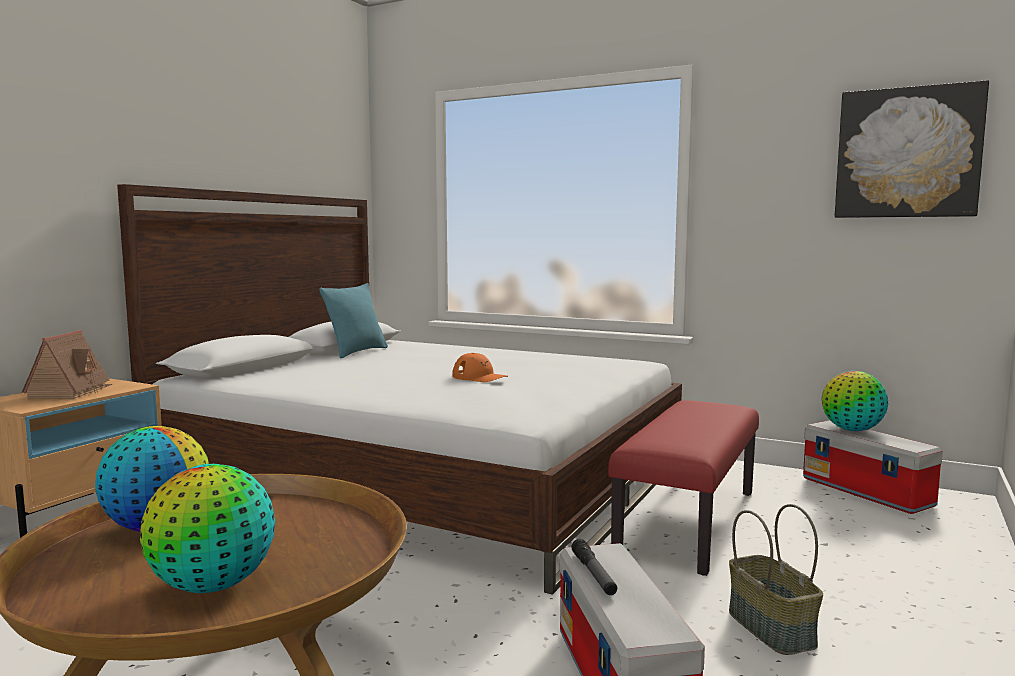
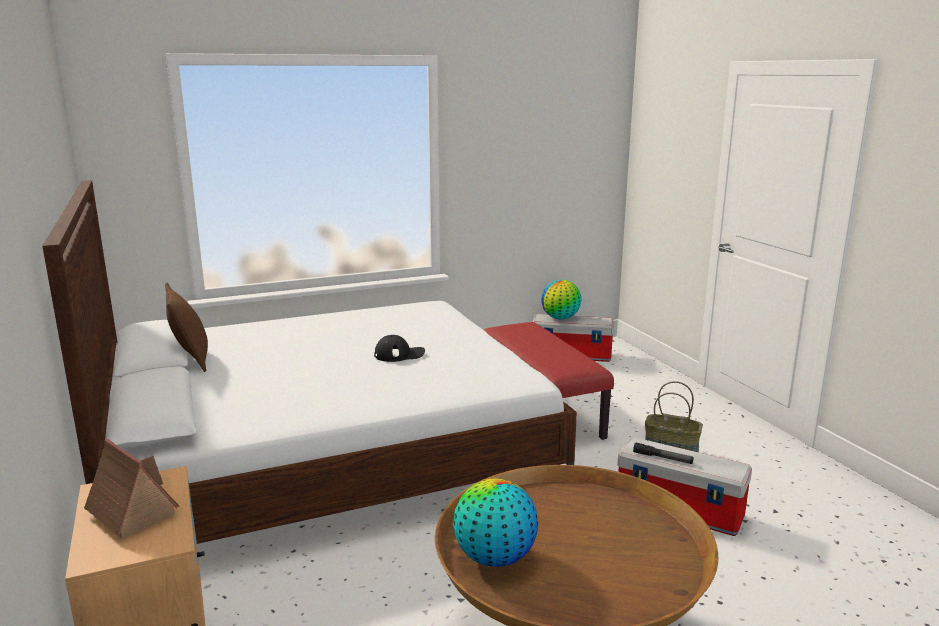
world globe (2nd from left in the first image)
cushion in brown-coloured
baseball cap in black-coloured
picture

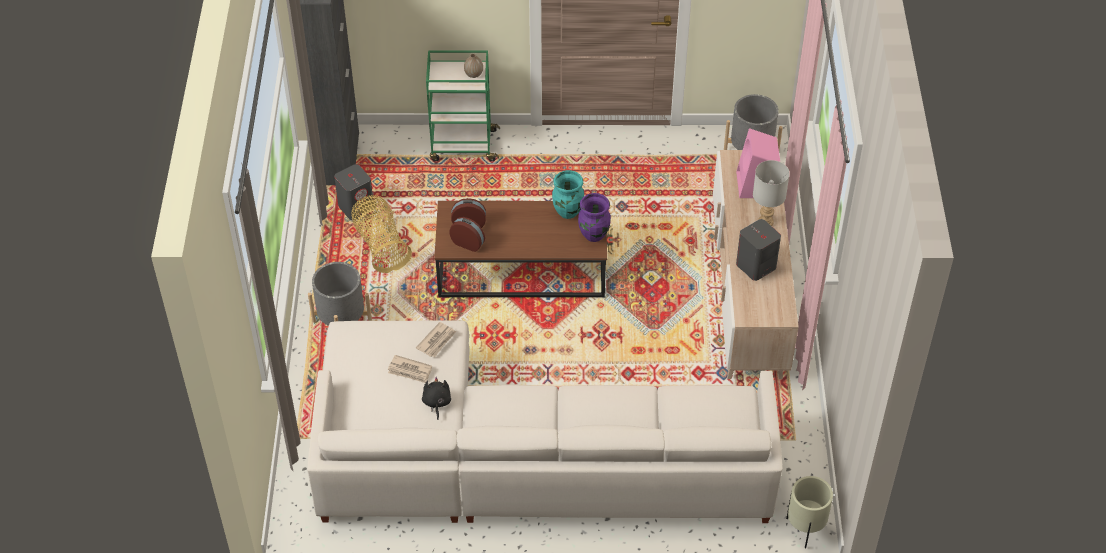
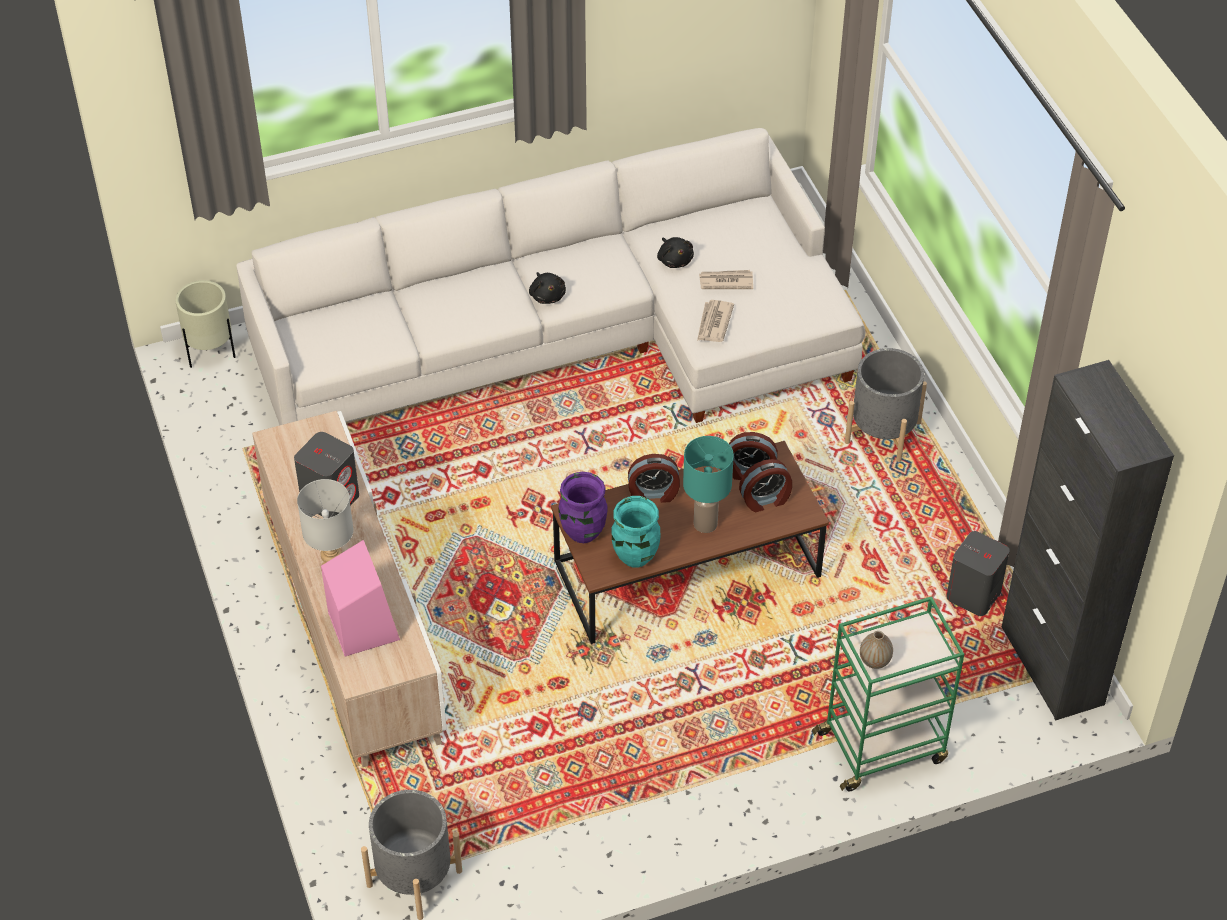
basket
plush toy in black-coloured (1st from left)
bedside clock (1st from left)
lamp for a table in turquoise

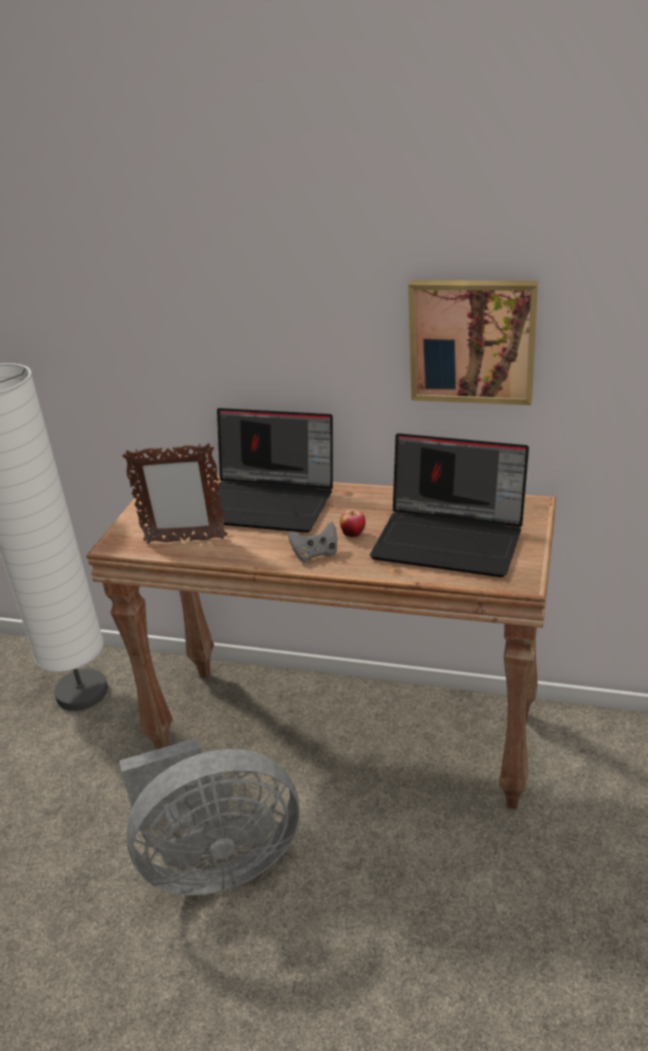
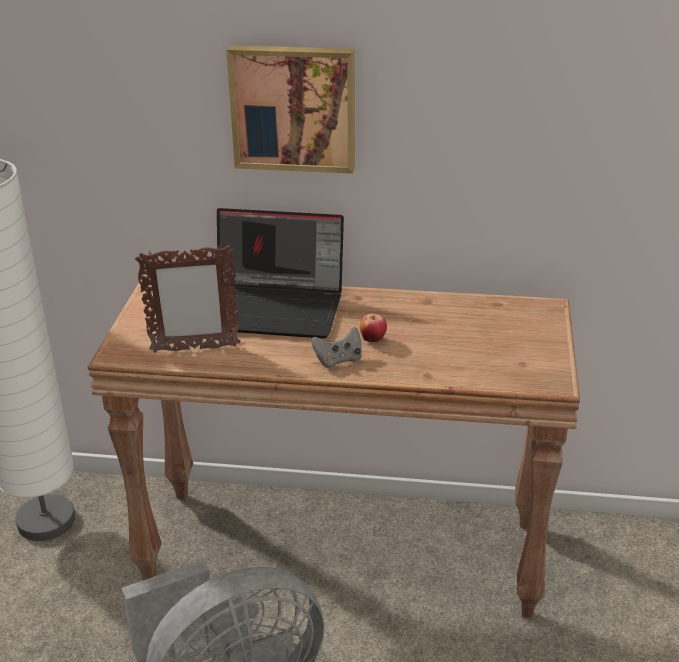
notebook computer (2nd from left in the first image)
picture

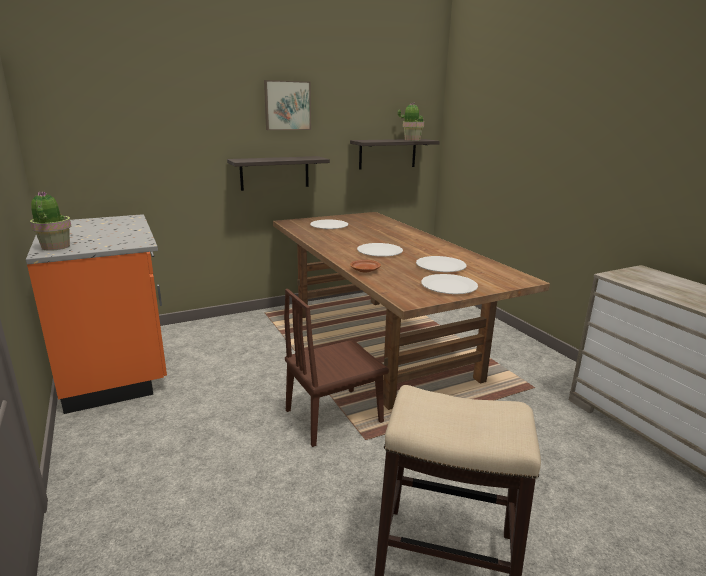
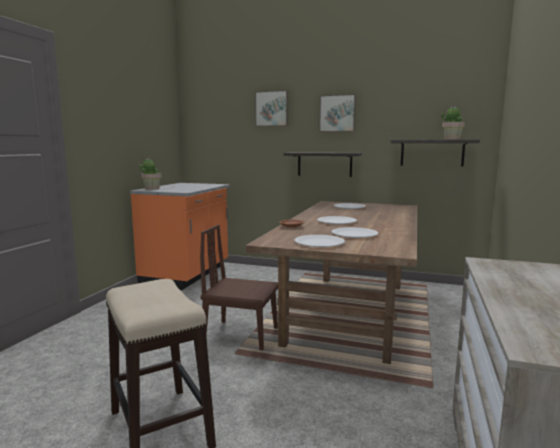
picture (1st from left)

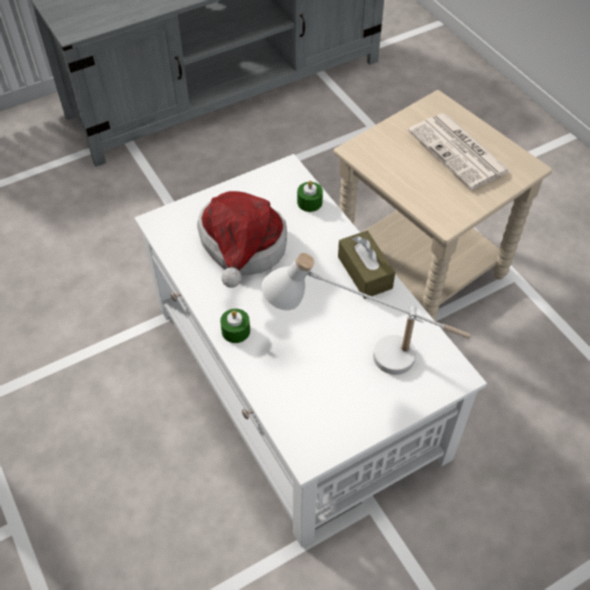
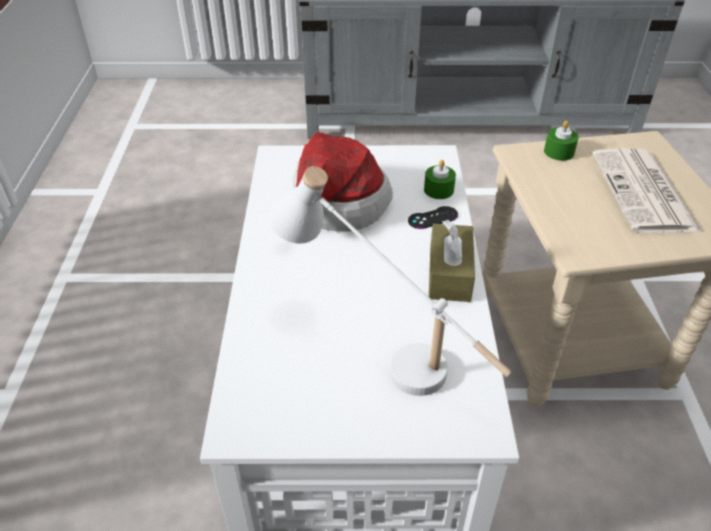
wax light in green-coloured (2nd from left)
game controller in black-coloured

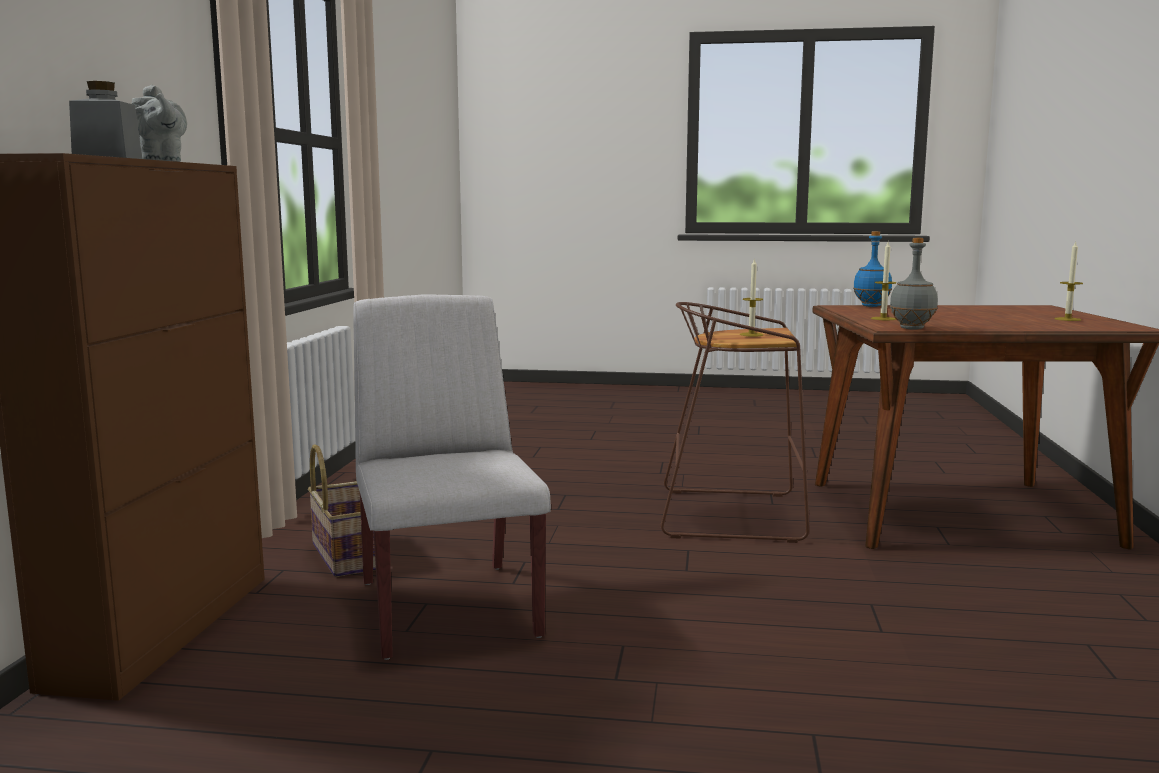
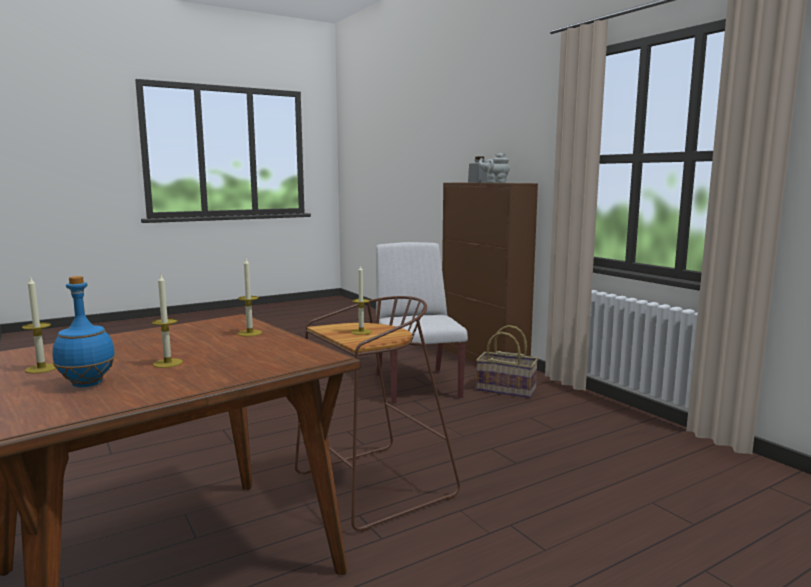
chair in white
bottle in blue-coloured
bottle in grey
wax light (2nd from left)

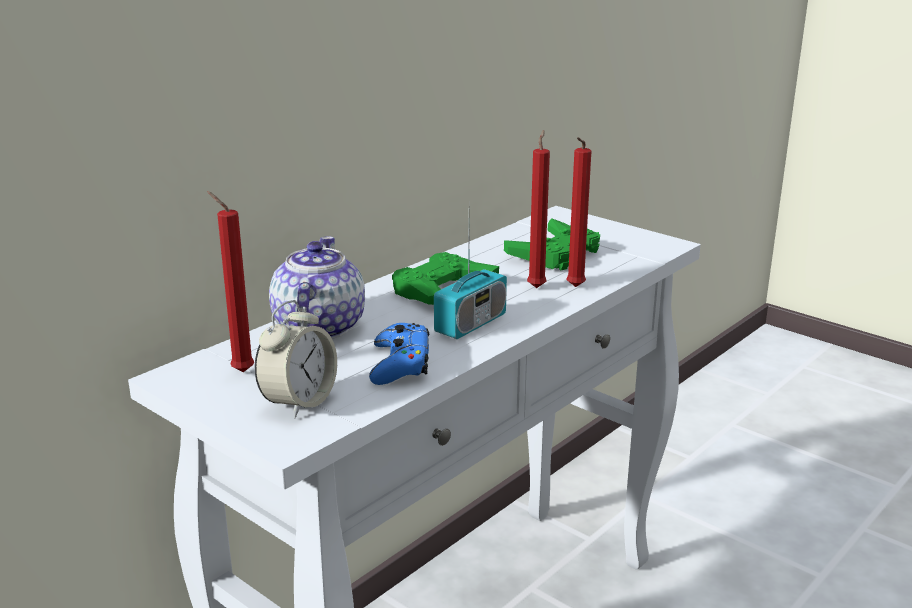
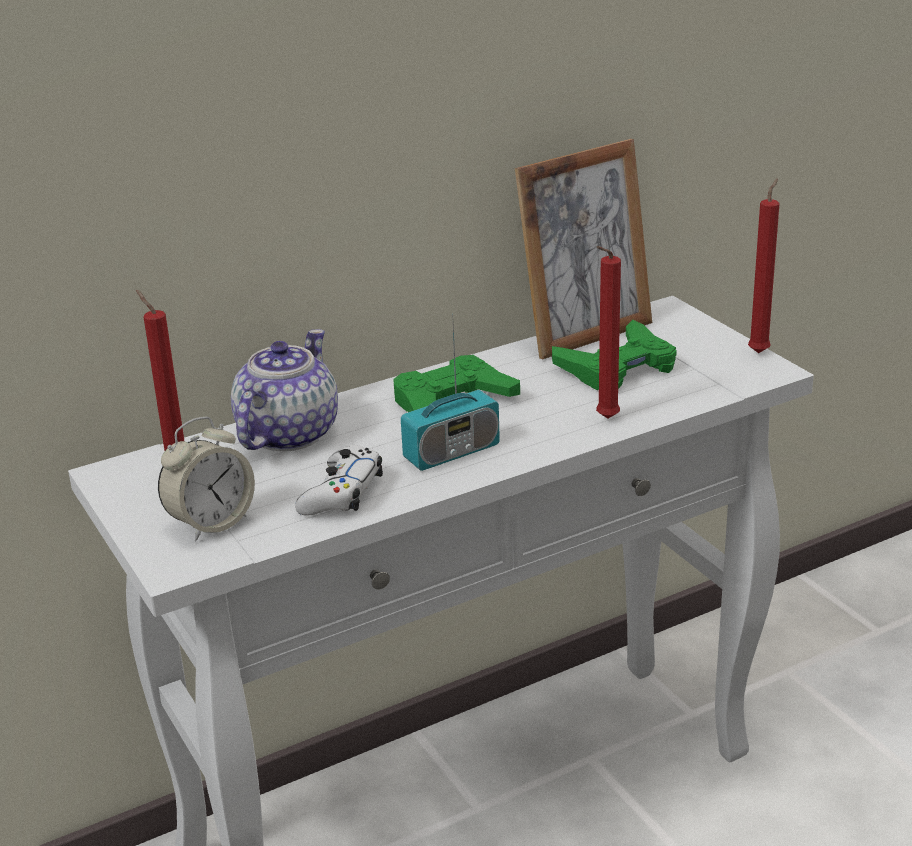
game controller in white
wax light in red (3rd from left)
standing frame

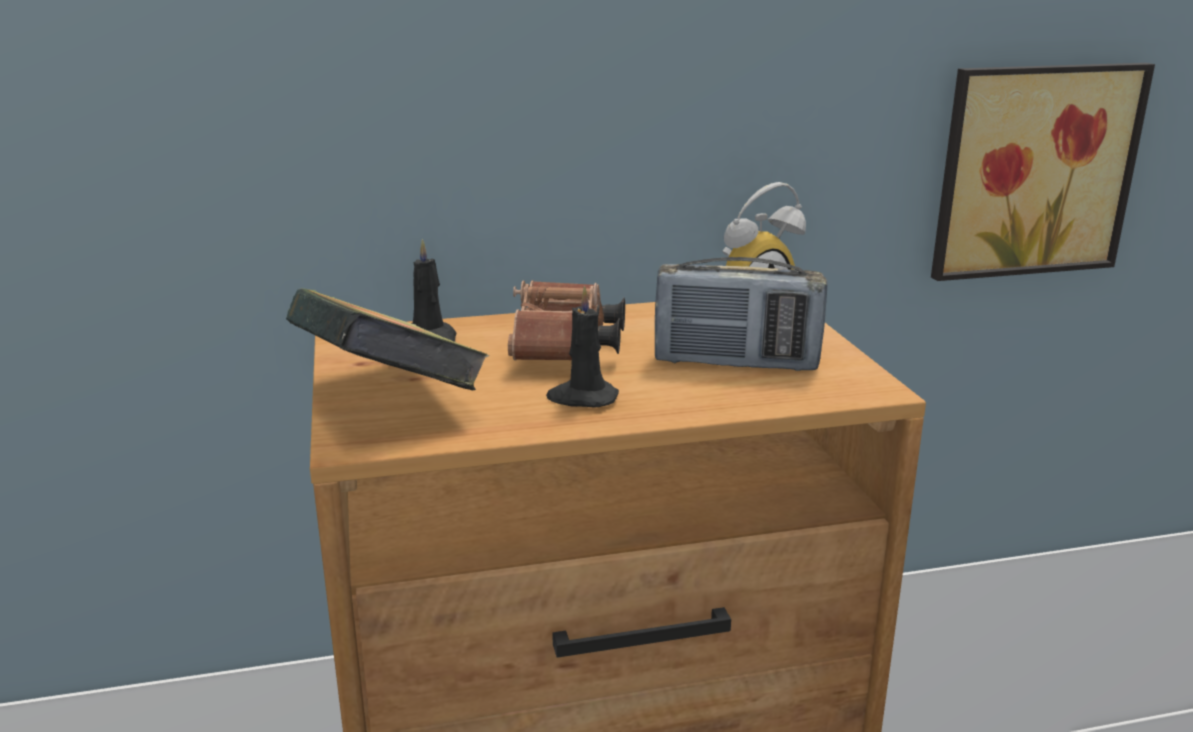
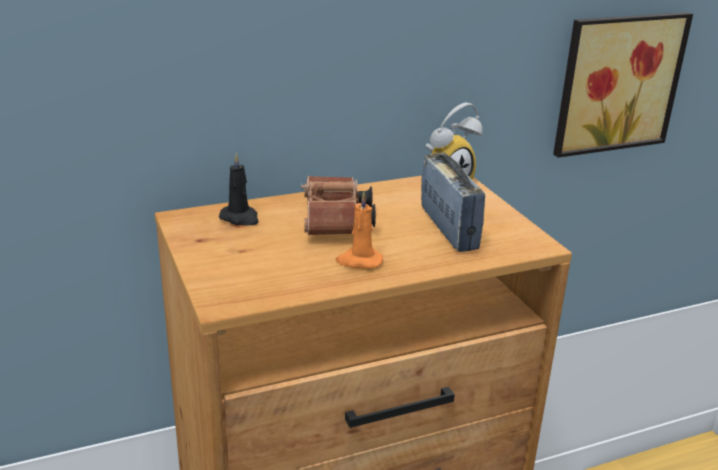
bound book
wax light in orange
radio set

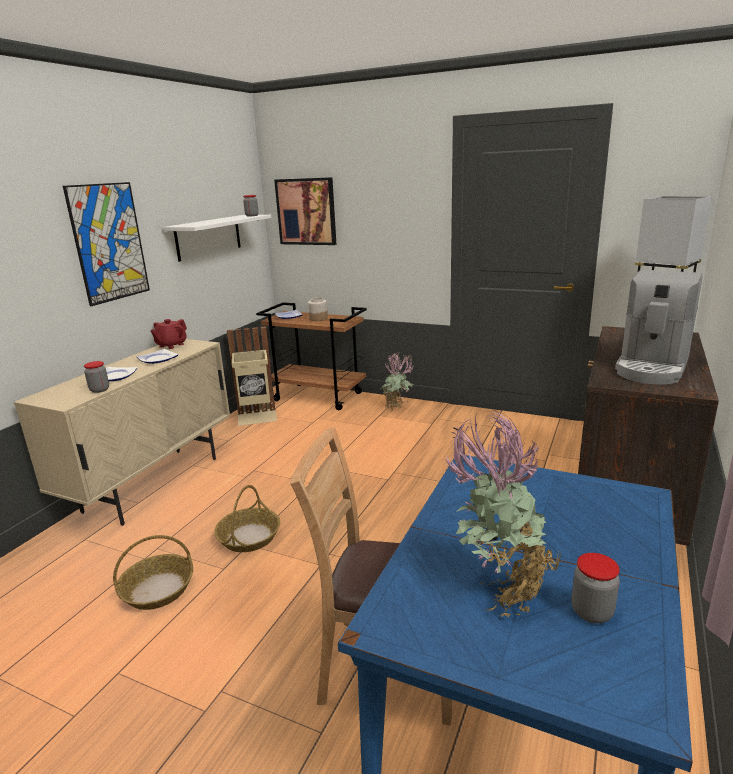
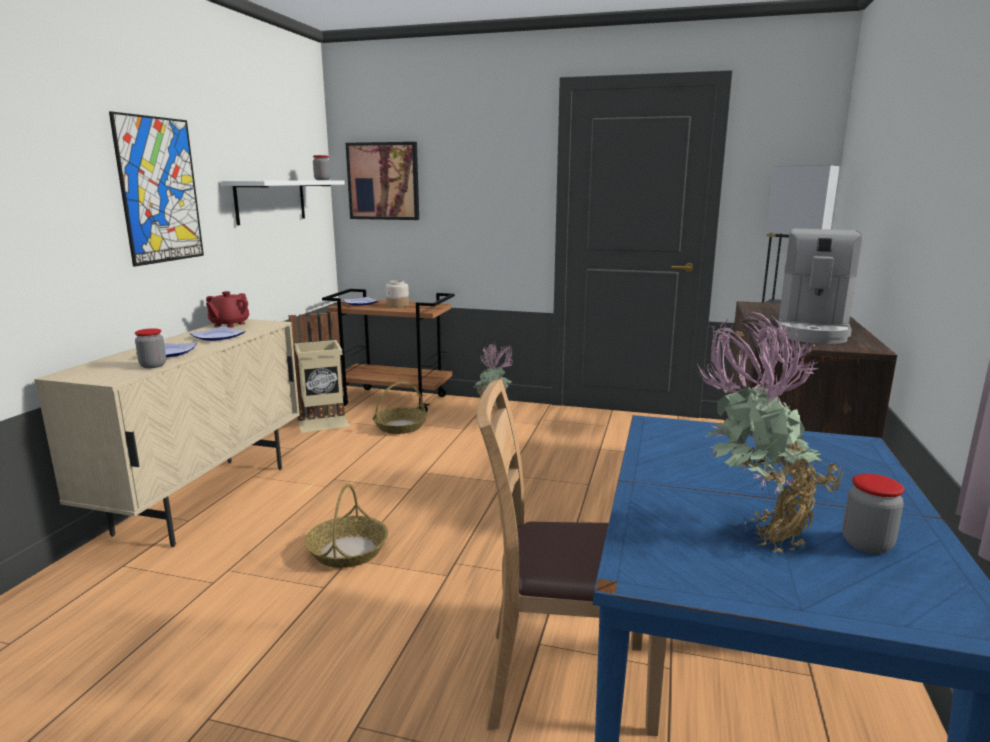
basket (2nd from left)

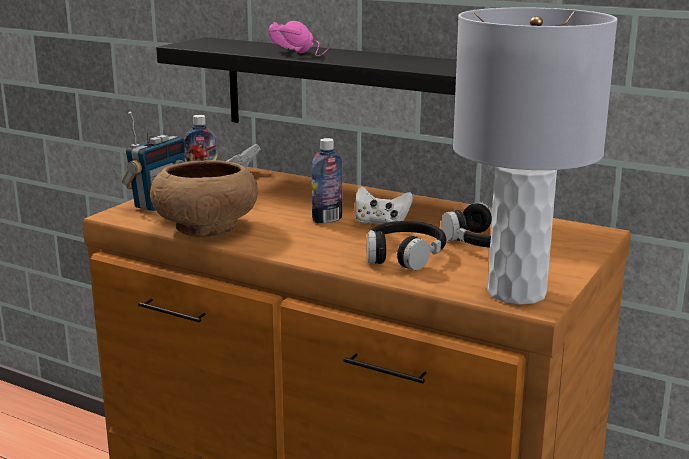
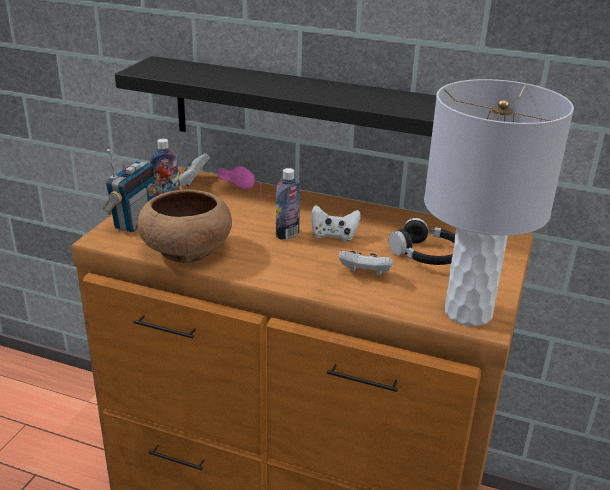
headset in pink
game controller in white (3rd from left)

